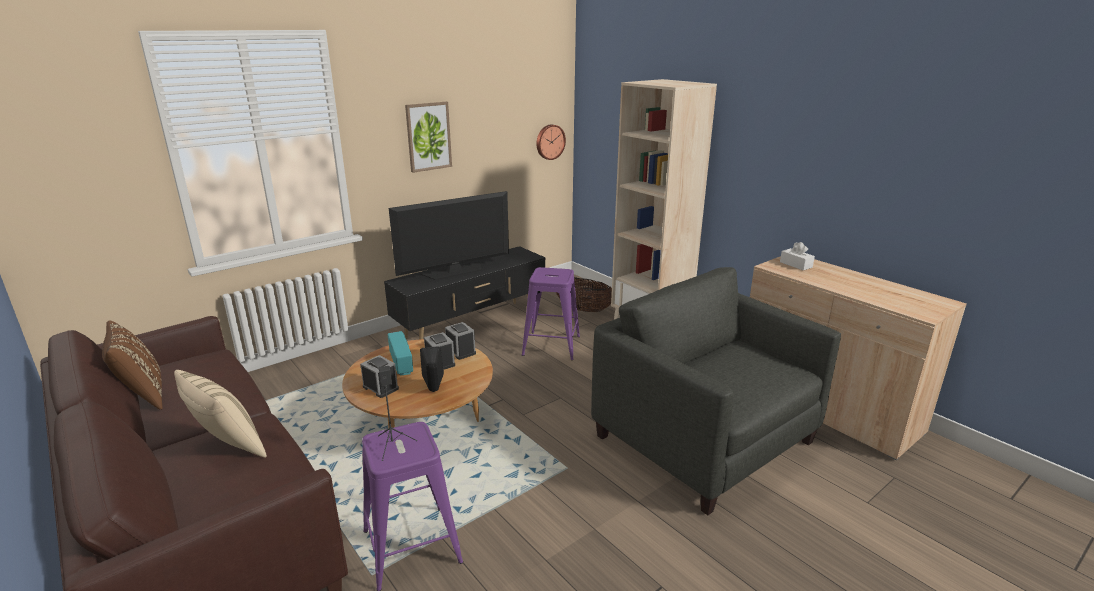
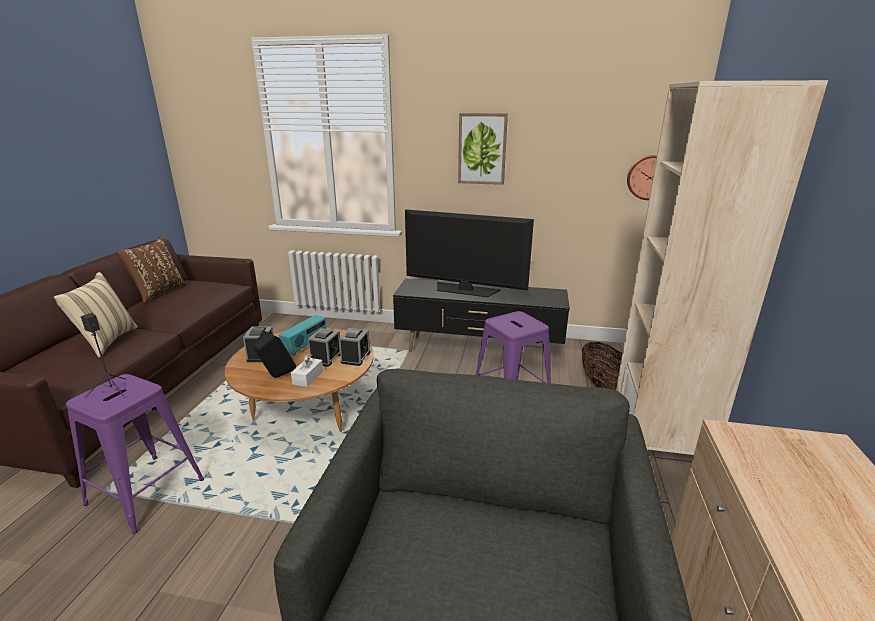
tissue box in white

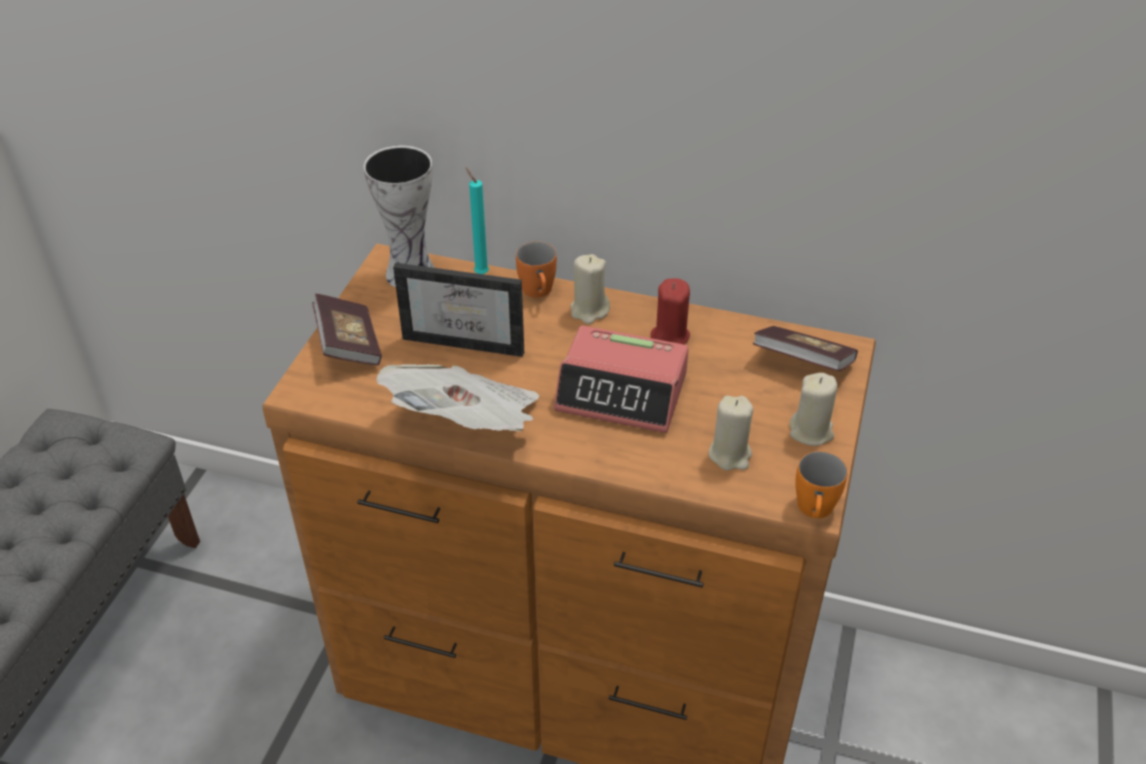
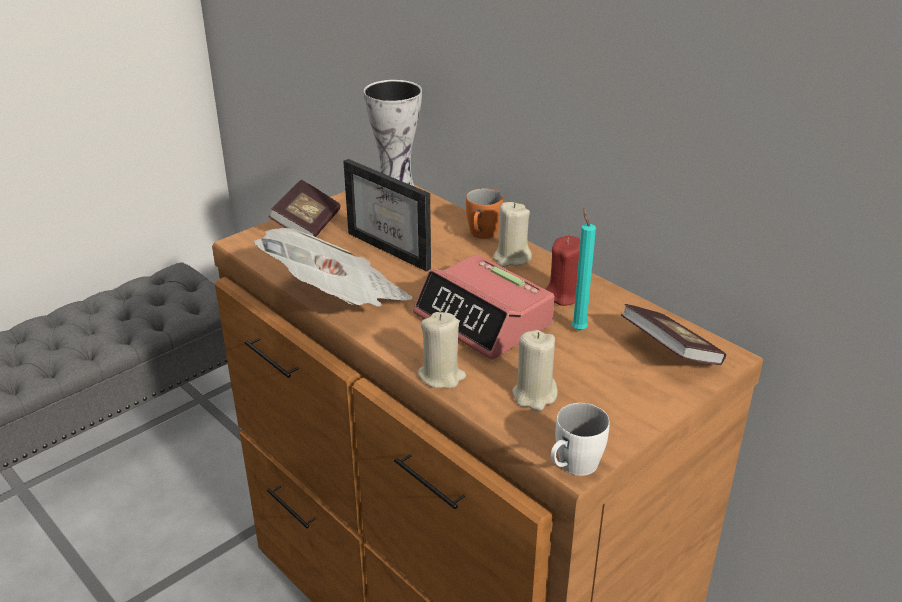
wax light in turquoise
wax light in beige-coloured (1st from left)
mug in white

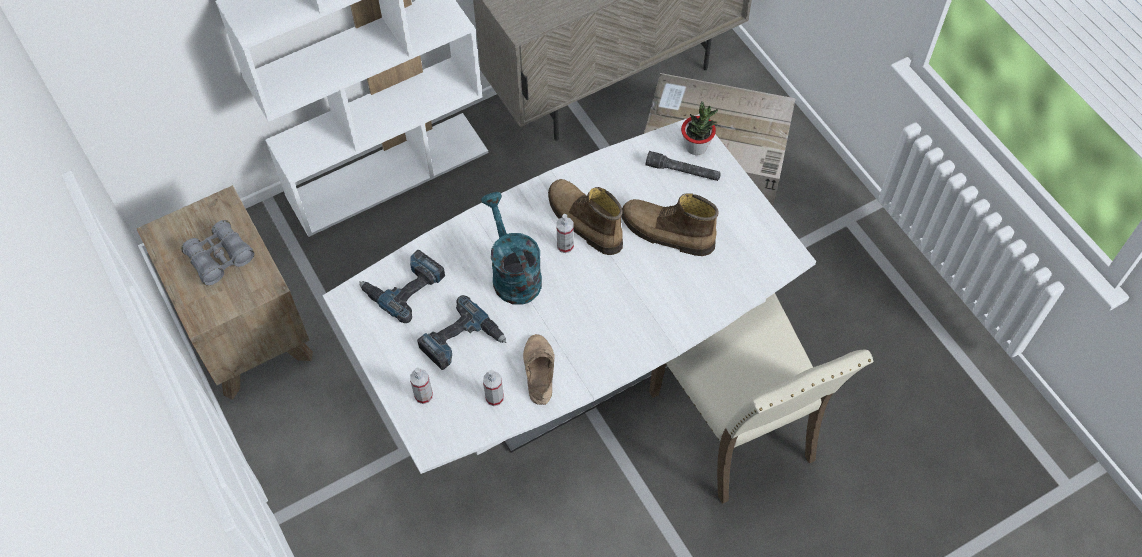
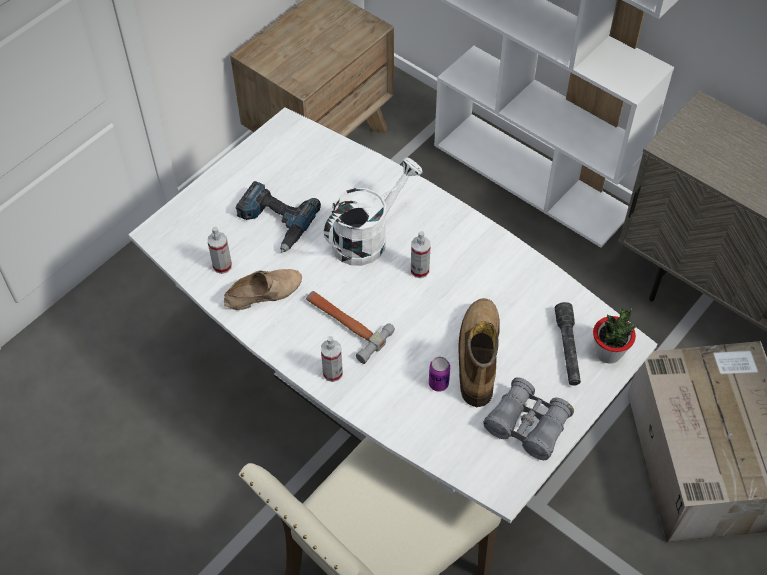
field glasses in grey
electric drill (1st from left in the first image)
hand sprayer (2nd from left)
sprinkling can in white
tall boot (1st from left in the first image)
tool hammer
sealed can

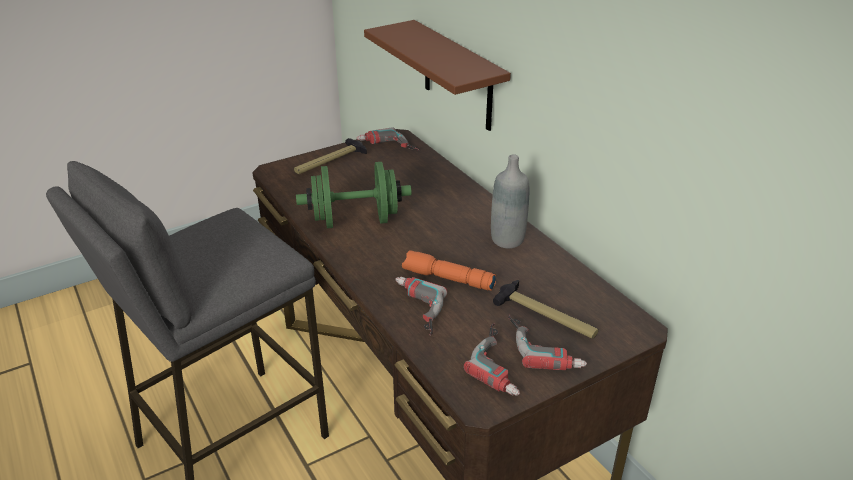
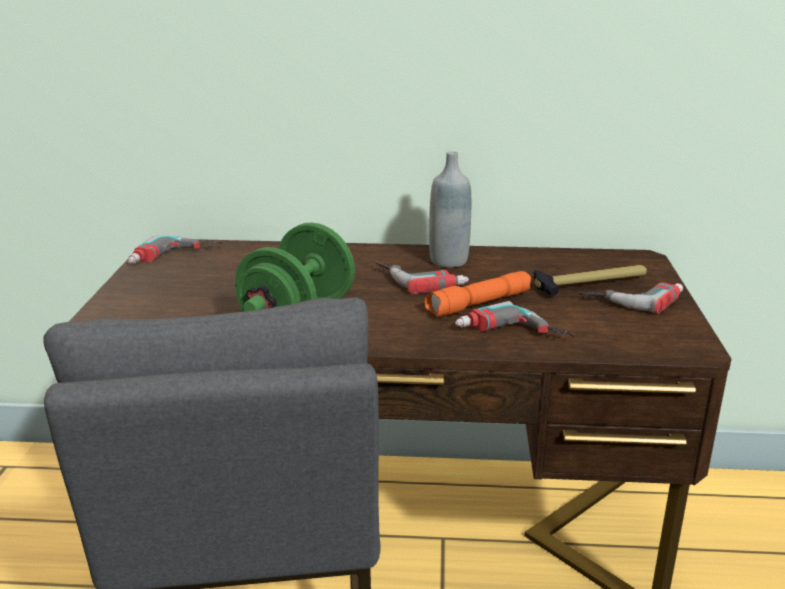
tool hammer (1st from left in the first image)
shelf in brown-coloured
electric drill (2nd from left)

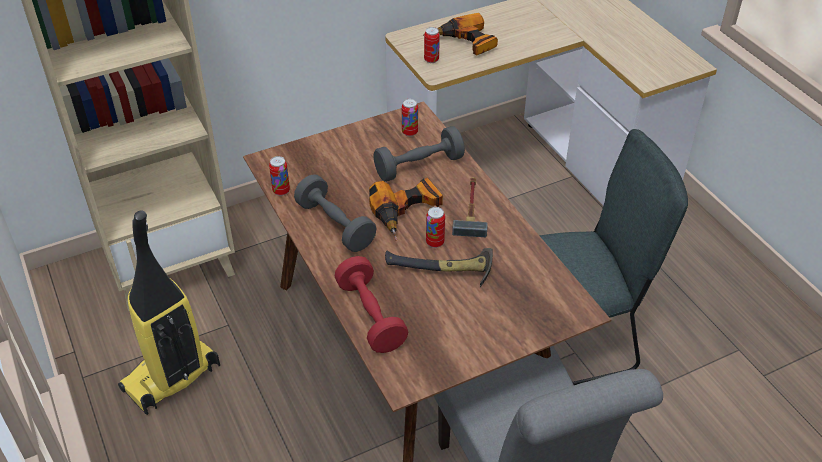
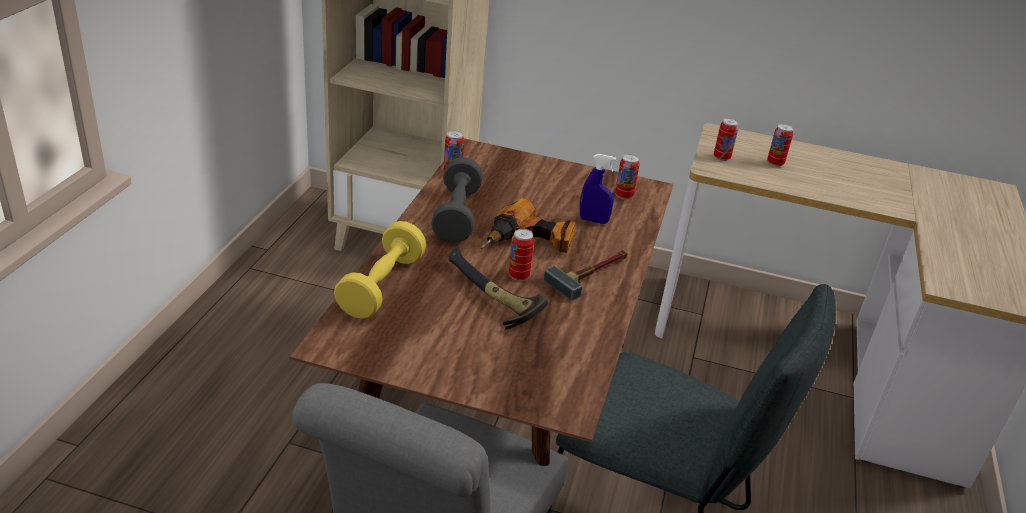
vacuum cleaner
free weight in yellowish
hand sprayer in blue-coloured
sealed can (5th from left)

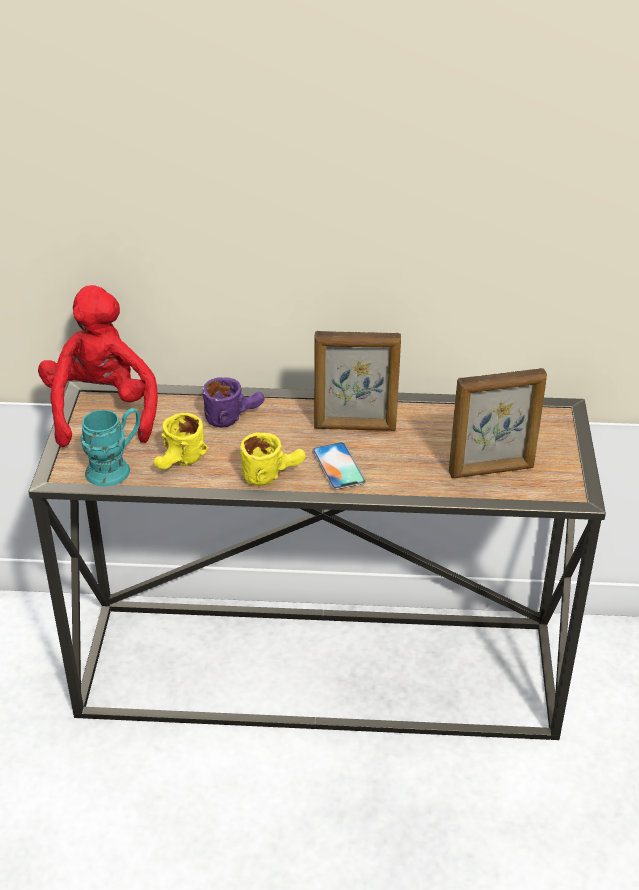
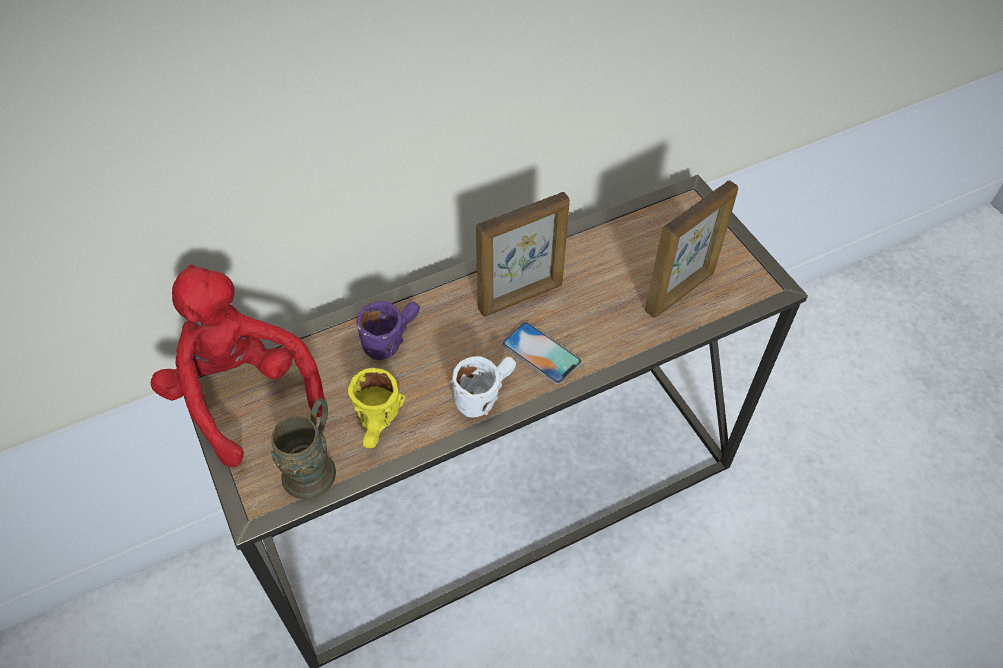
mug in brown-coloured
mug in white

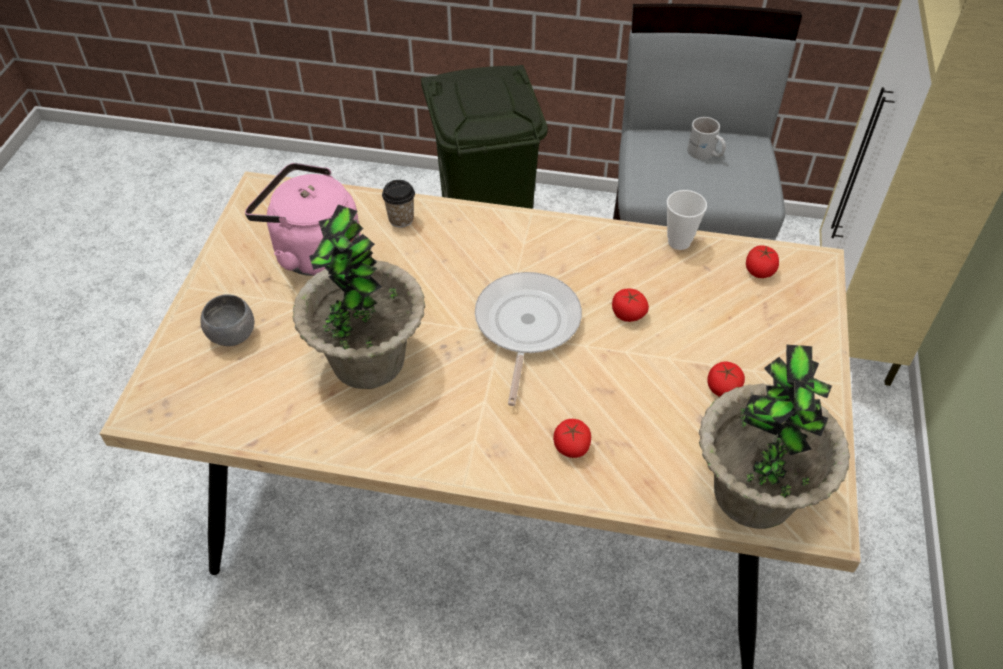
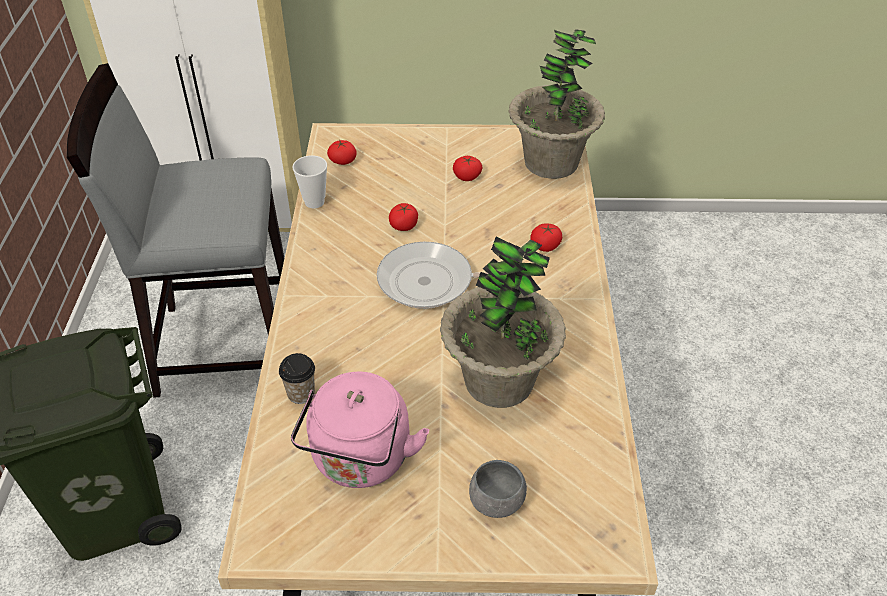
mug in white

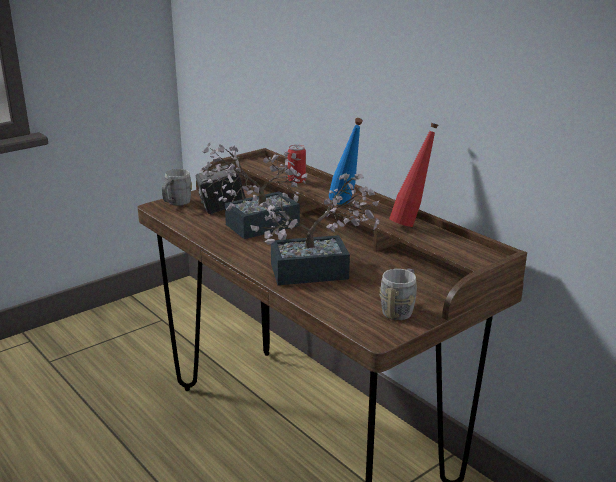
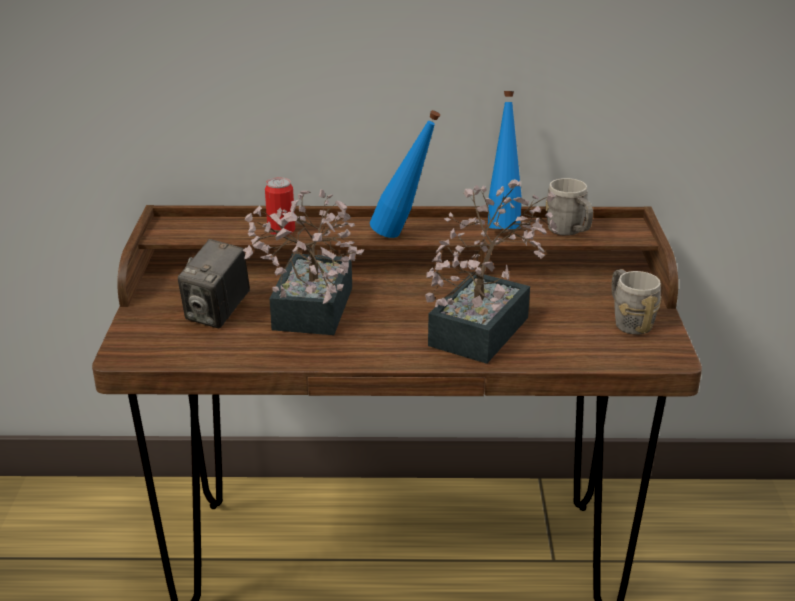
mug in grey (1st from left)
bottle in blue-coloured (2nd from left)

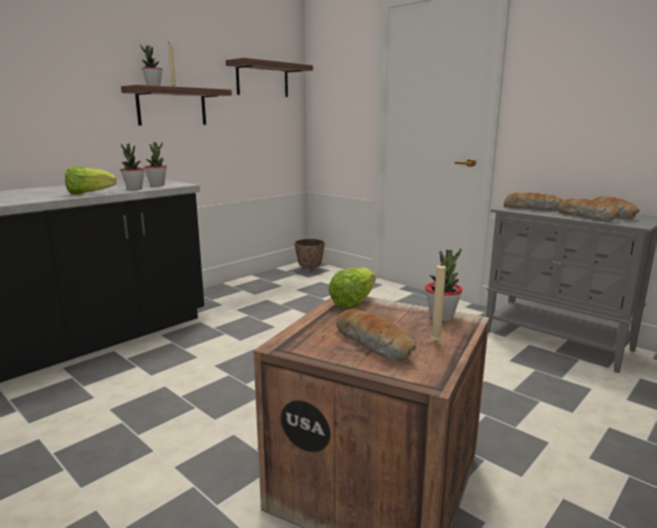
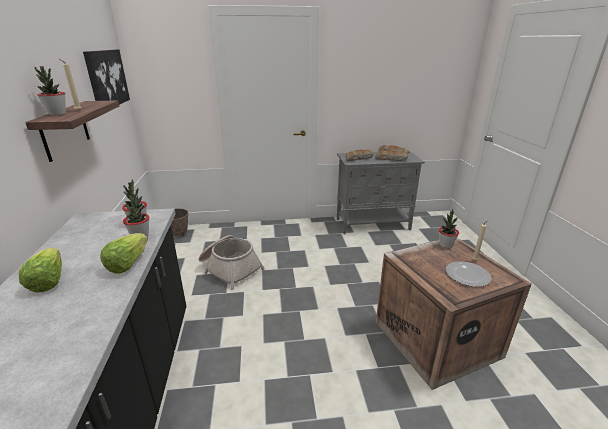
picture
lettuce head (1st from left)
flat dish
basket

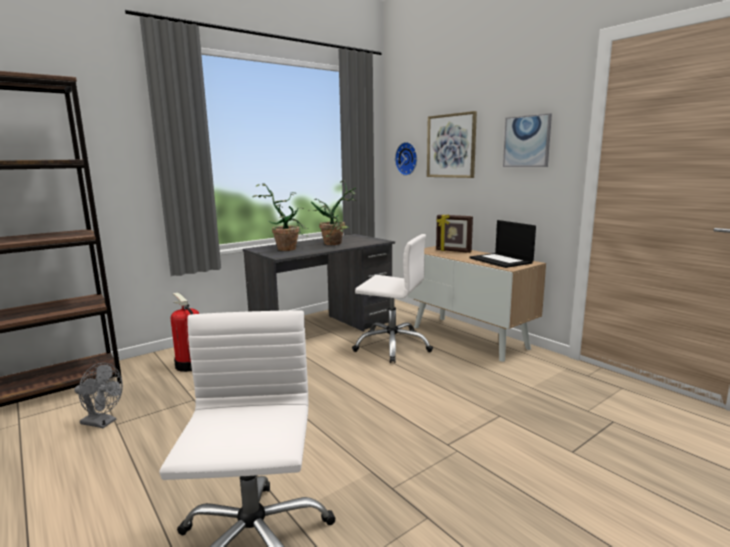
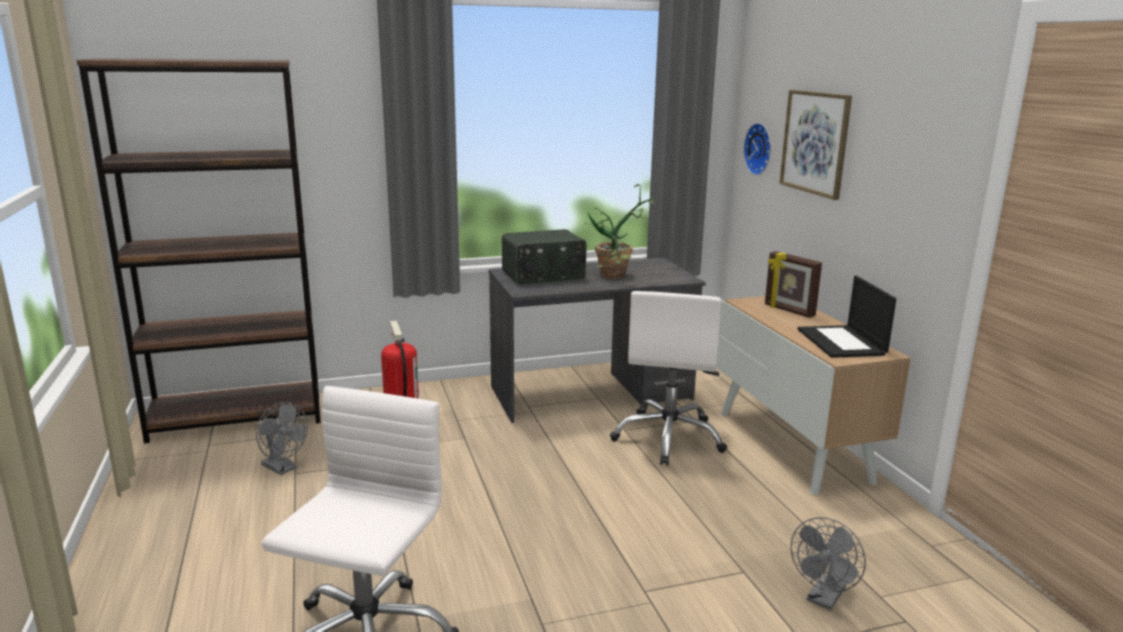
radio set
office chair in white (2nd from left)
picture (2nd from left in the first image)
fan in grey (2nd from left)

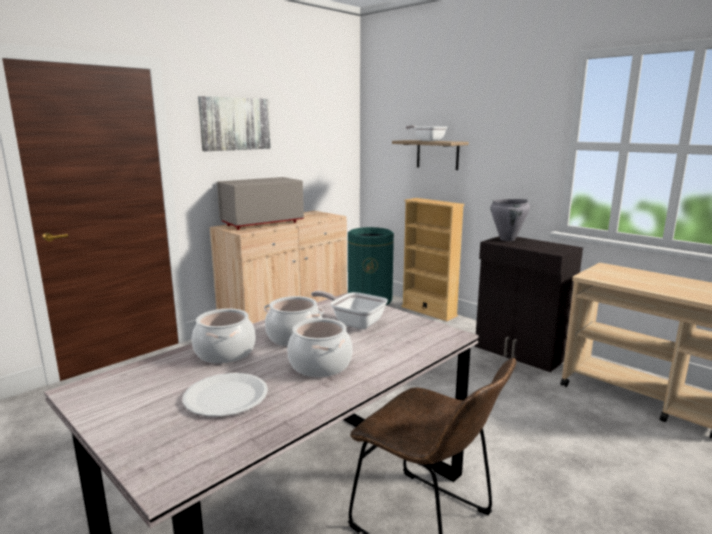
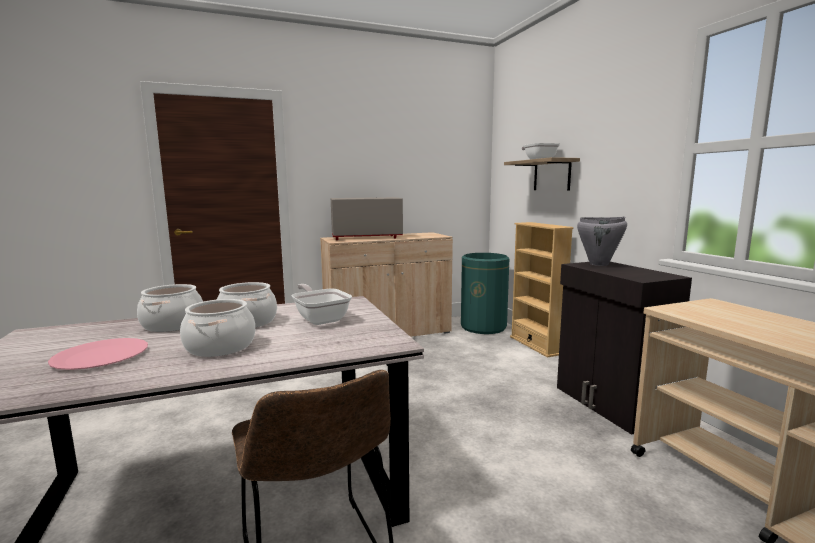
flat dish in pink
picture

